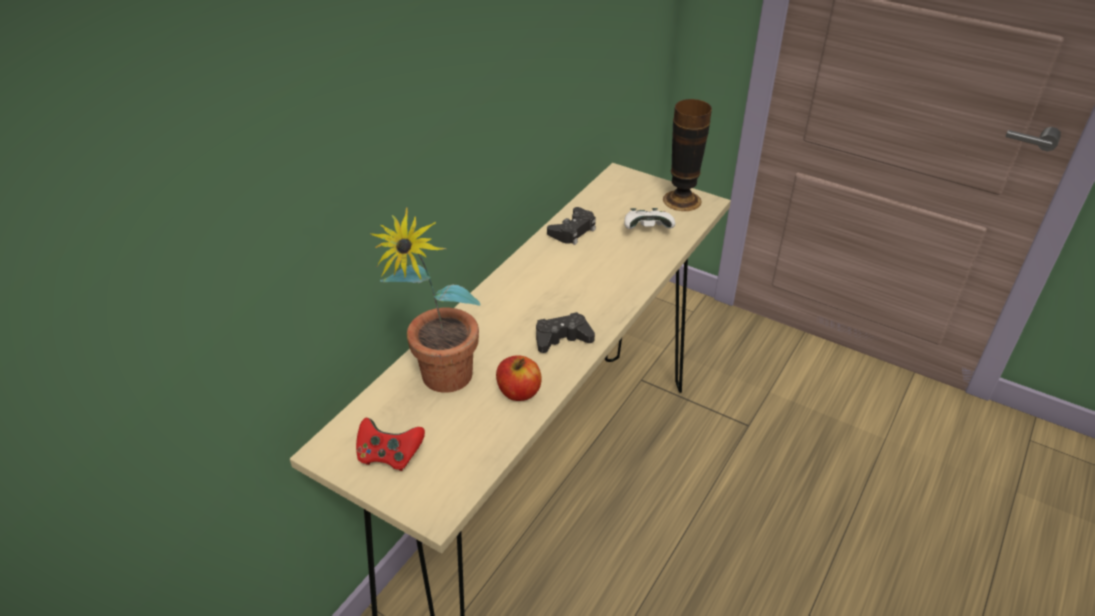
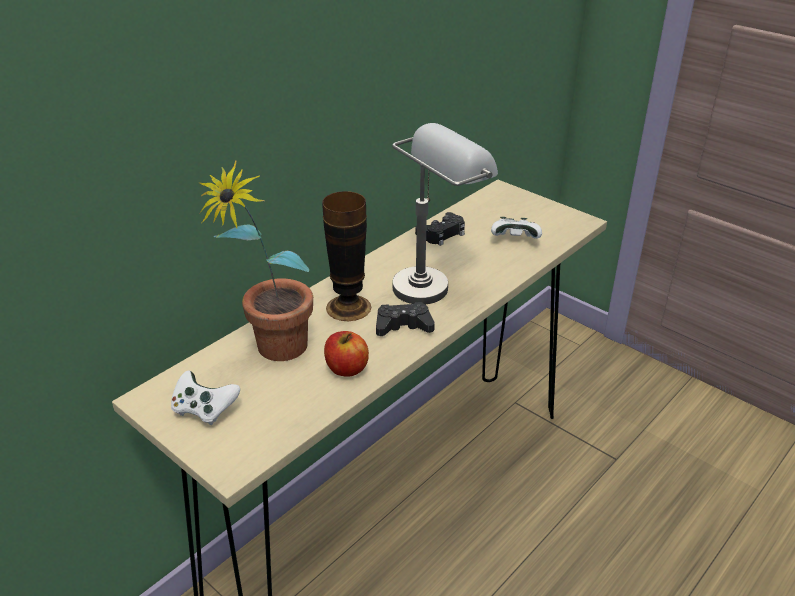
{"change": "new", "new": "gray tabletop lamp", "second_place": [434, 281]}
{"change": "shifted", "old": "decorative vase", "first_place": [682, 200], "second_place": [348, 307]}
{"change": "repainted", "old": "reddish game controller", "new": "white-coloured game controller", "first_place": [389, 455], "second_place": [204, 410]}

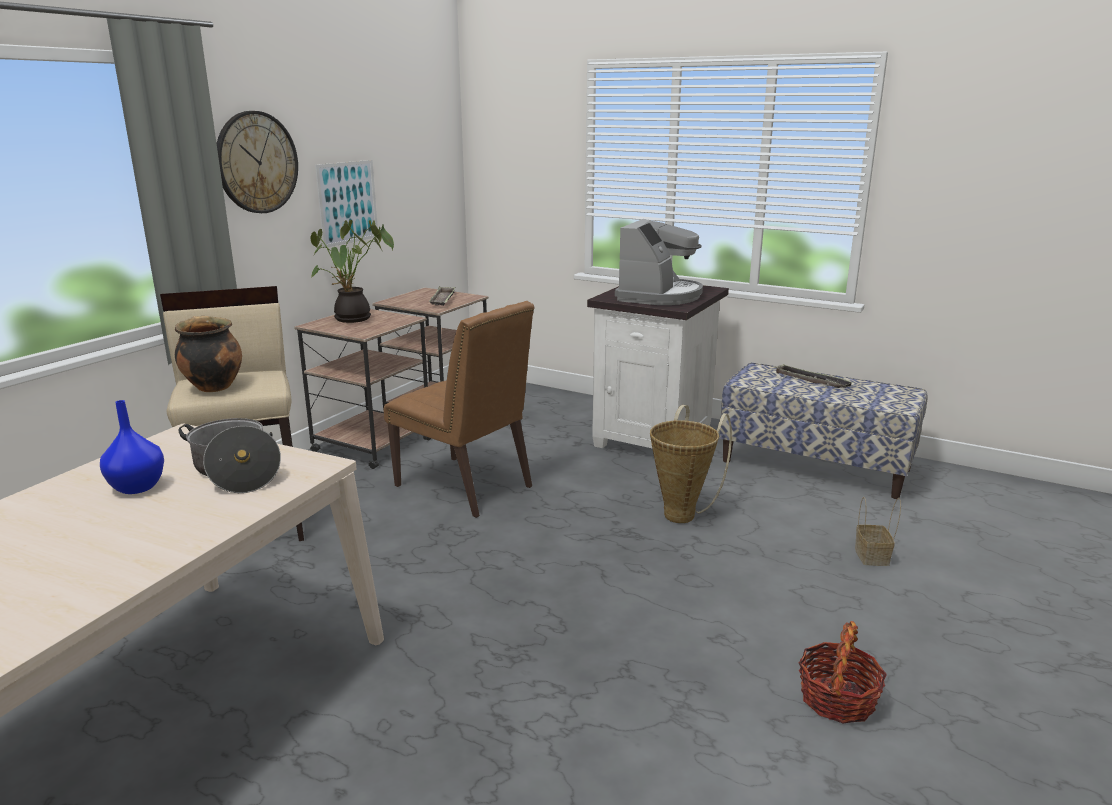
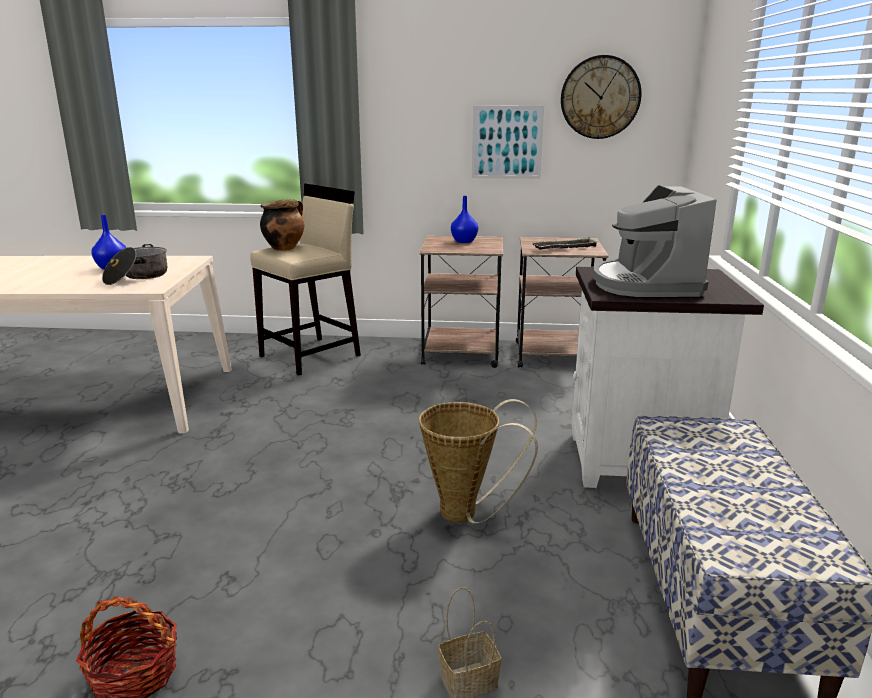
{"change": "gone", "old": "brownish upright chair", "first_place": [462, 486]}
{"change": "gone", "old": "serving tray", "first_place": [811, 381]}
{"change": "shifted", "old": "wall clock", "first_place": [256, 162], "second_place": [600, 97]}
{"change": "swapped", "old": "potted plant", "new": "bluish decorative vase", "first_place": [353, 319], "second_place": [464, 241]}
{"change": "rotated", "old": "coffee machine", "first_place": [659, 296], "second_place": [645, 284], "degrees": 90}

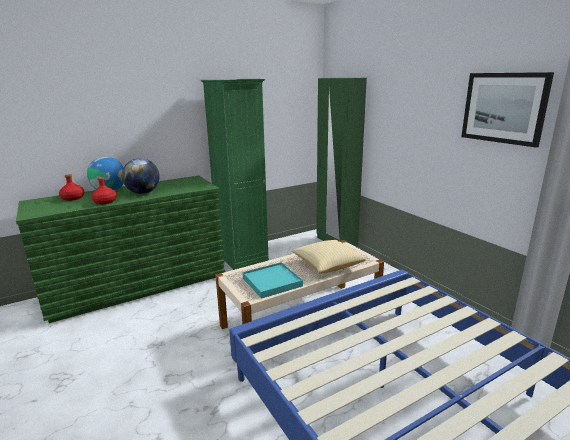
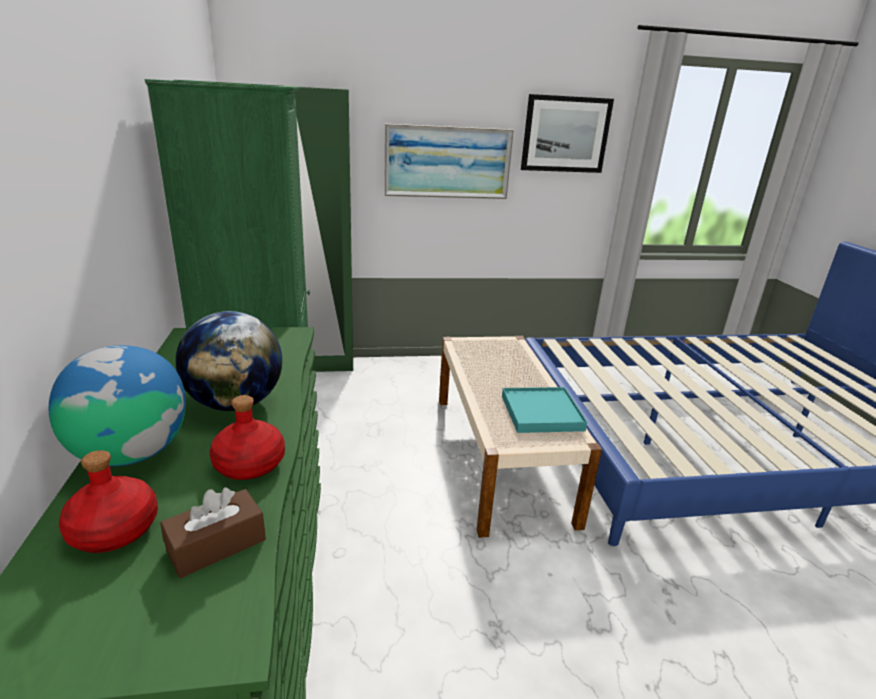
{"change": "gone", "old": "pillow", "first_place": [327, 265]}
{"change": "new", "new": "brownish tissue holder", "second_place": [216, 545]}
{"change": "new", "new": "picture", "second_place": [447, 162]}

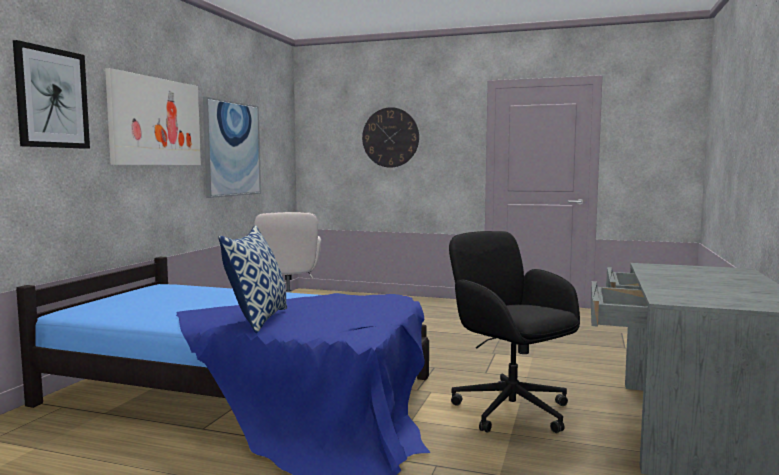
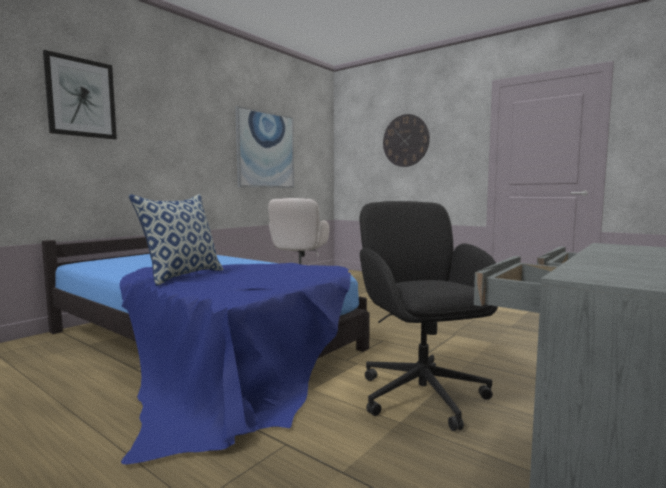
{"change": "gone", "old": "picture", "first_place": [155, 121]}

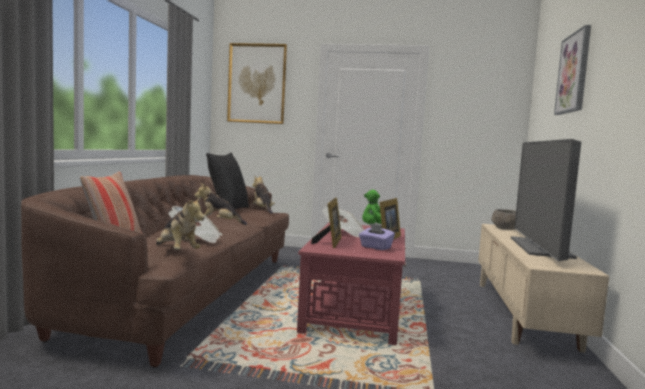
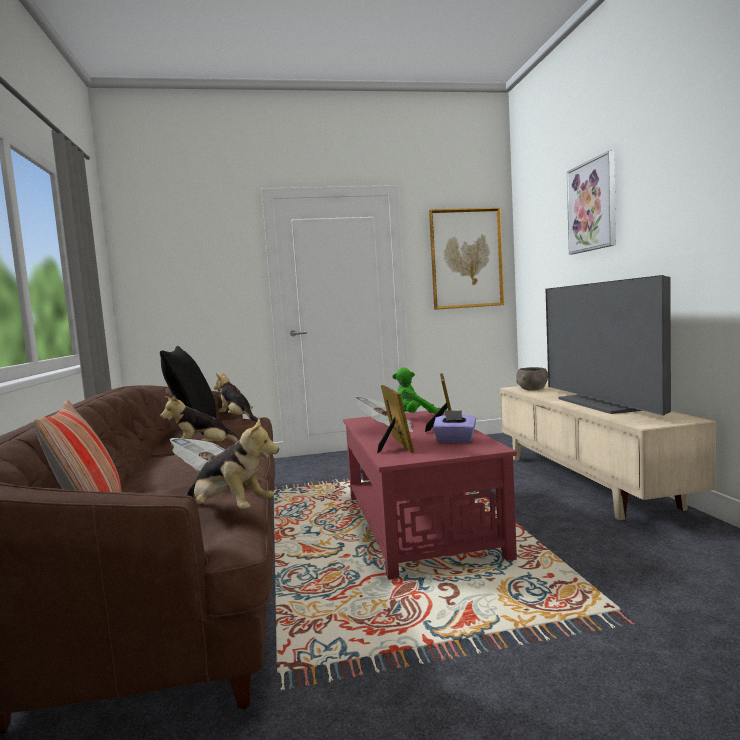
{"change": "shifted", "old": "picture", "first_place": [257, 83], "second_place": [466, 258]}

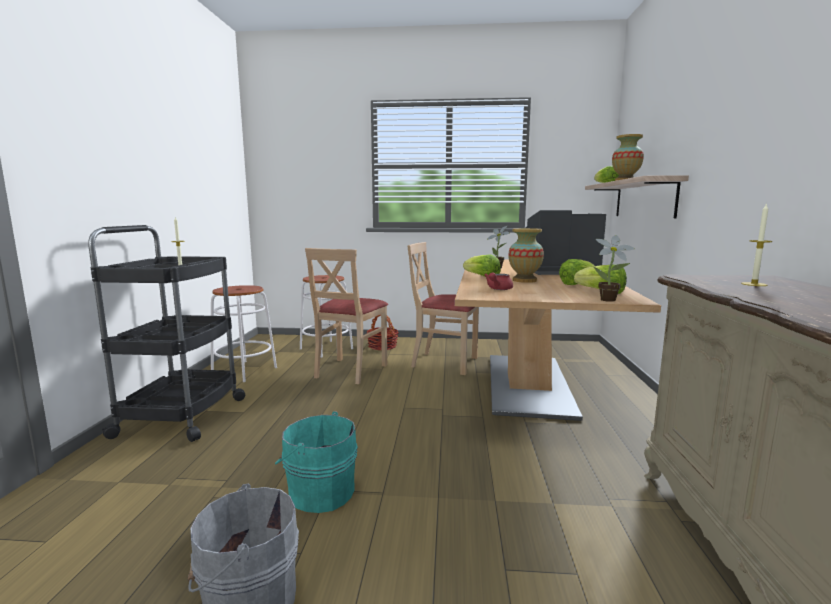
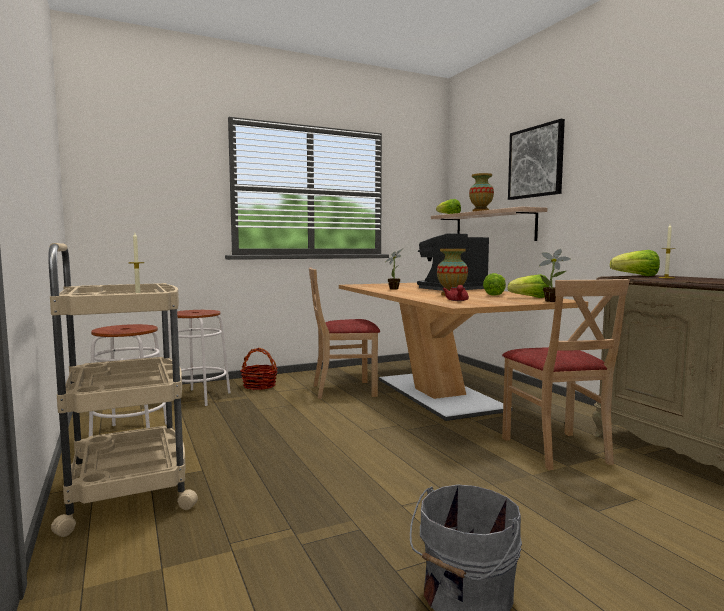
{"change": "gone", "old": "turquoise pail", "first_place": [319, 491]}
{"change": "new", "new": "picture", "second_place": [536, 162]}
{"change": "shifted", "old": "beige-coloured upright chair", "first_place": [350, 370], "second_place": [556, 450]}
{"change": "shifted", "old": "lettuce", "first_place": [482, 277], "second_place": [636, 276]}
{"change": "repainted", "old": "black trolley", "new": "beige-coloured trolley", "first_place": [182, 417], "second_place": [129, 492]}

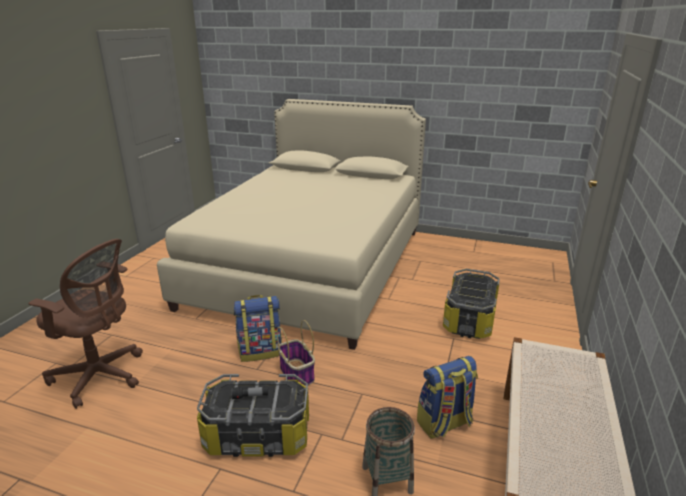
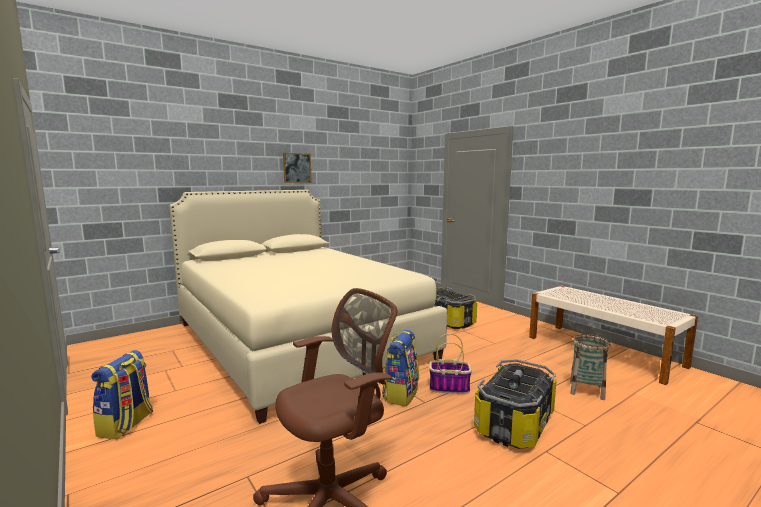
{"change": "new", "new": "picture", "second_place": [297, 168]}
{"change": "shifted", "old": "knapsack", "first_place": [444, 424], "second_place": [126, 425]}

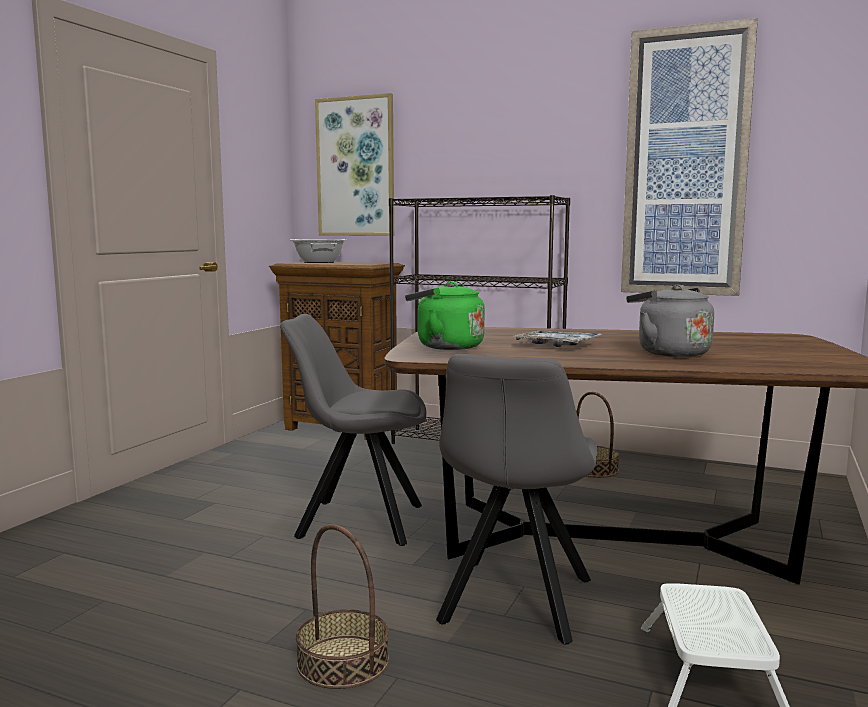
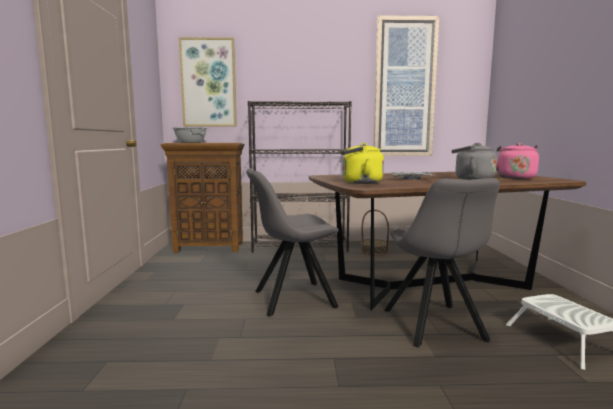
{"change": "gone", "old": "basket", "first_place": [342, 662]}
{"change": "new", "new": "pinkish tea kettle", "second_place": [515, 177]}
{"change": "repainted", "old": "greenish tea kettle", "new": "yellow tea kettle", "first_place": [445, 346], "second_place": [359, 182]}

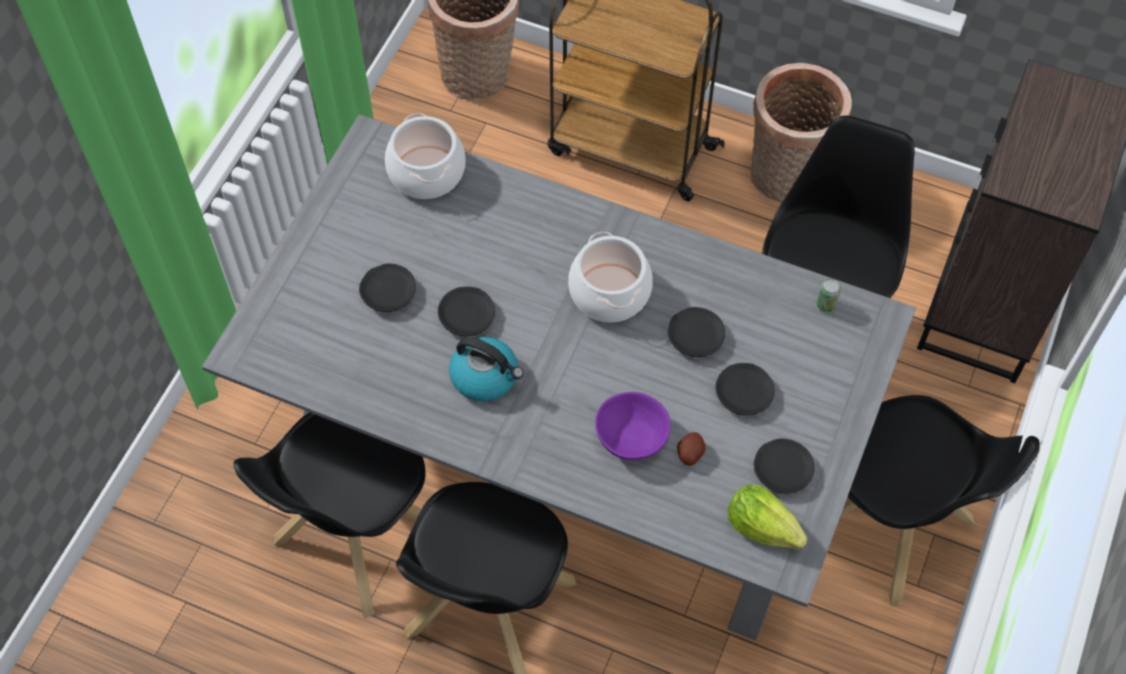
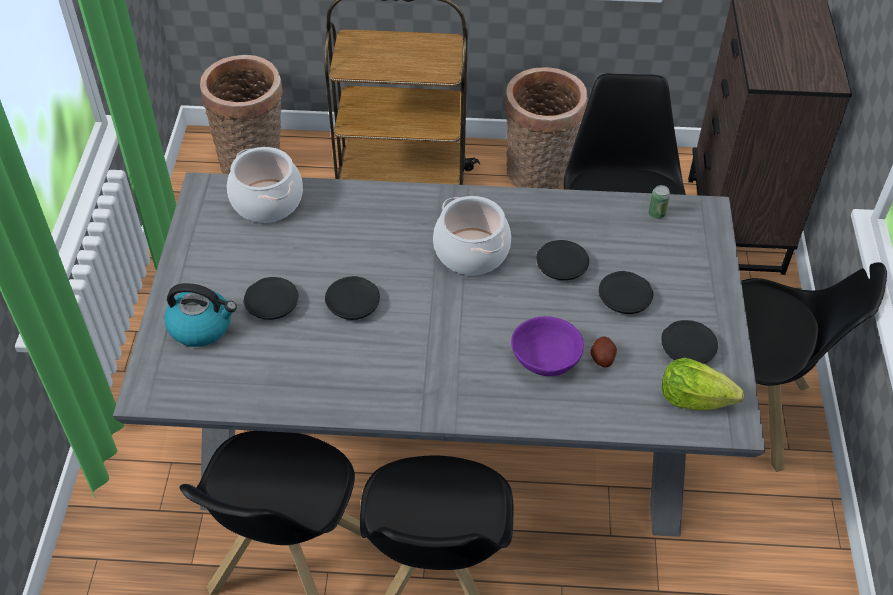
{"change": "shifted", "old": "tea kettle", "first_place": [486, 377], "second_place": [202, 326]}

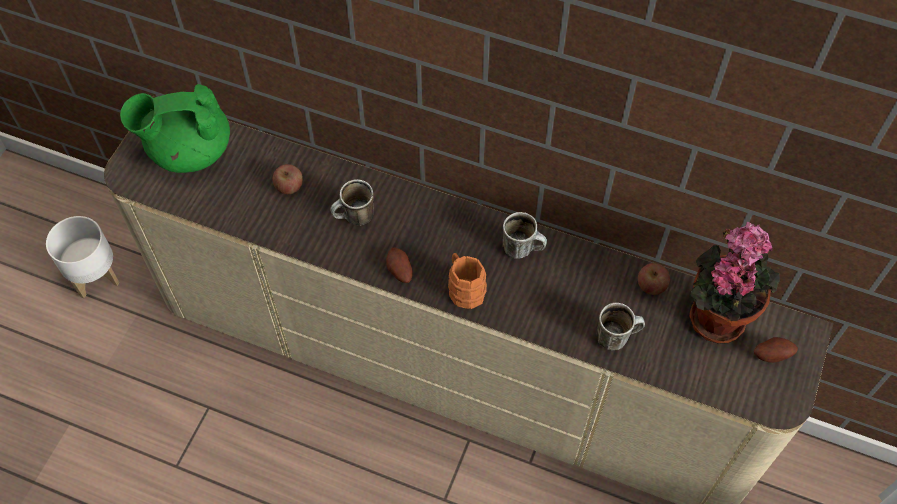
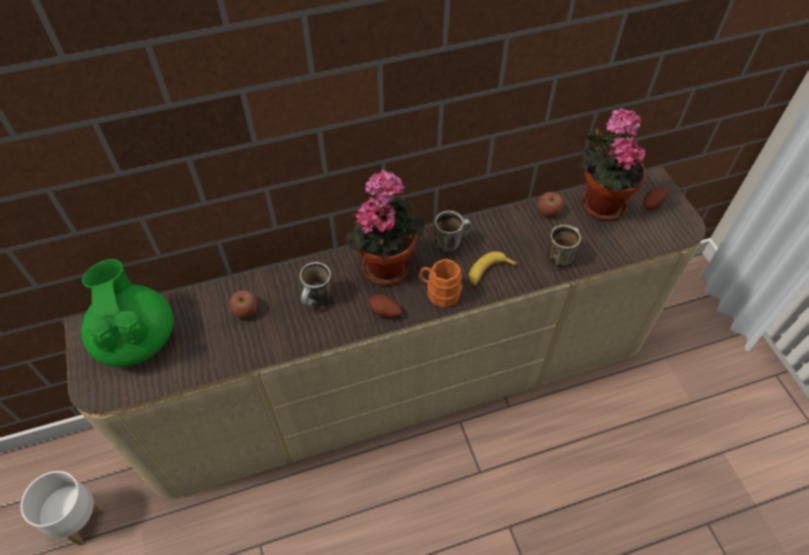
{"change": "new", "new": "potted plant", "second_place": [385, 264]}
{"change": "new", "new": "banana fruit", "second_place": [488, 273]}
{"change": "rotated", "old": "greenish pot for tea", "first_place": [189, 150], "second_place": [136, 338], "degrees": 120}

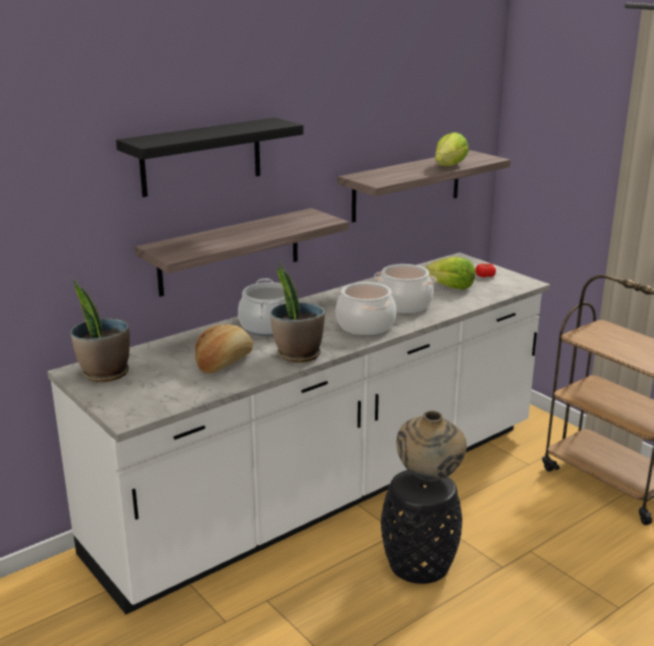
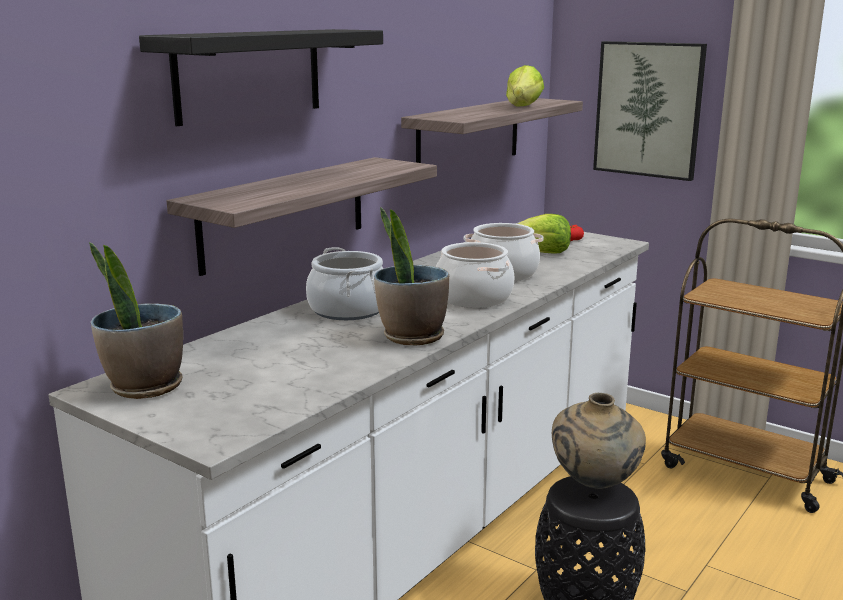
{"change": "gone", "old": "baked bread", "first_place": [224, 362]}
{"change": "new", "new": "picture", "second_place": [648, 109]}

